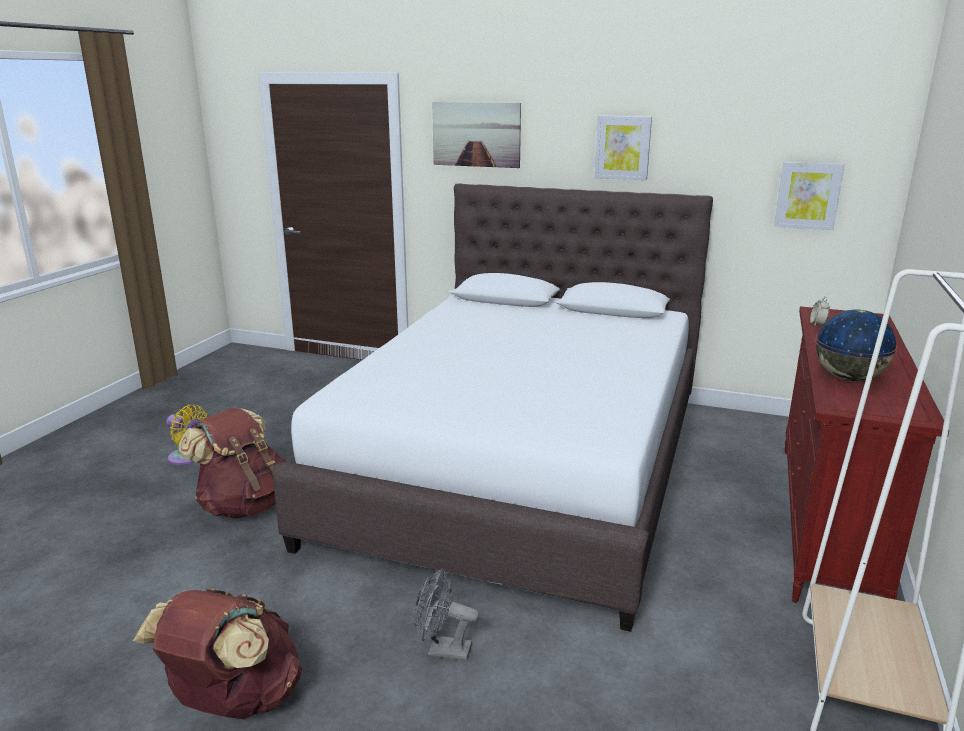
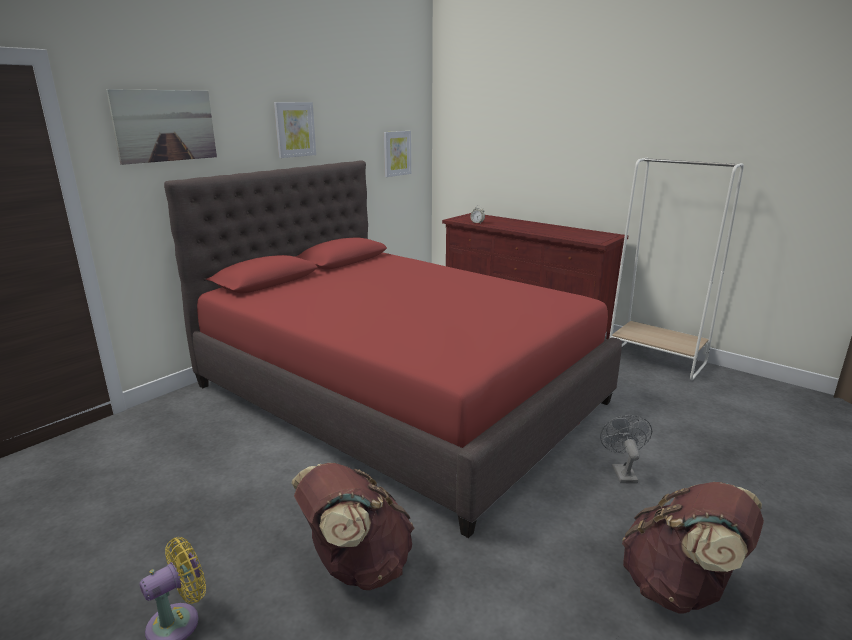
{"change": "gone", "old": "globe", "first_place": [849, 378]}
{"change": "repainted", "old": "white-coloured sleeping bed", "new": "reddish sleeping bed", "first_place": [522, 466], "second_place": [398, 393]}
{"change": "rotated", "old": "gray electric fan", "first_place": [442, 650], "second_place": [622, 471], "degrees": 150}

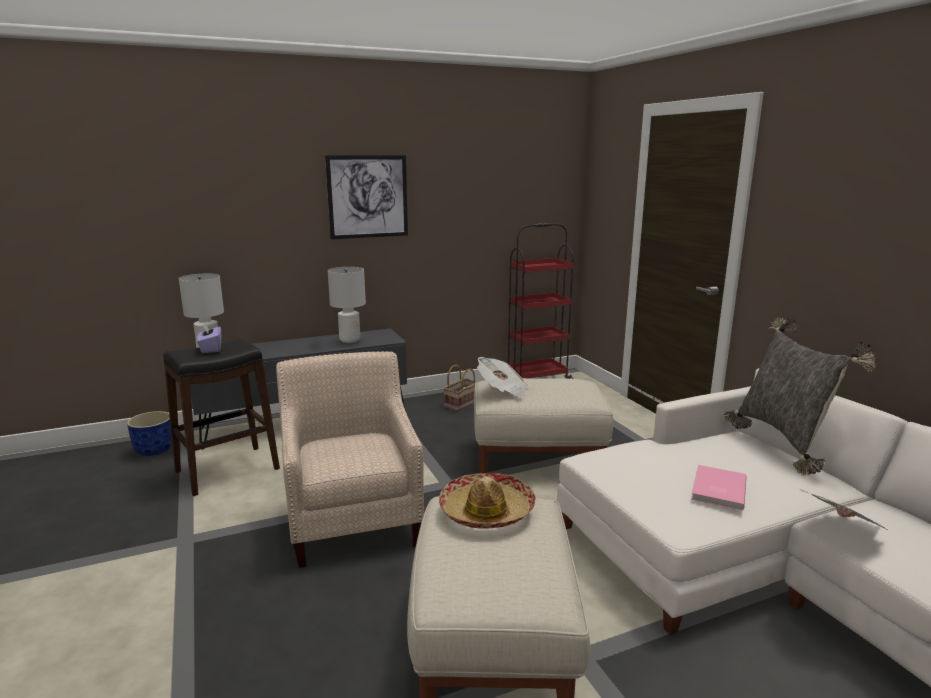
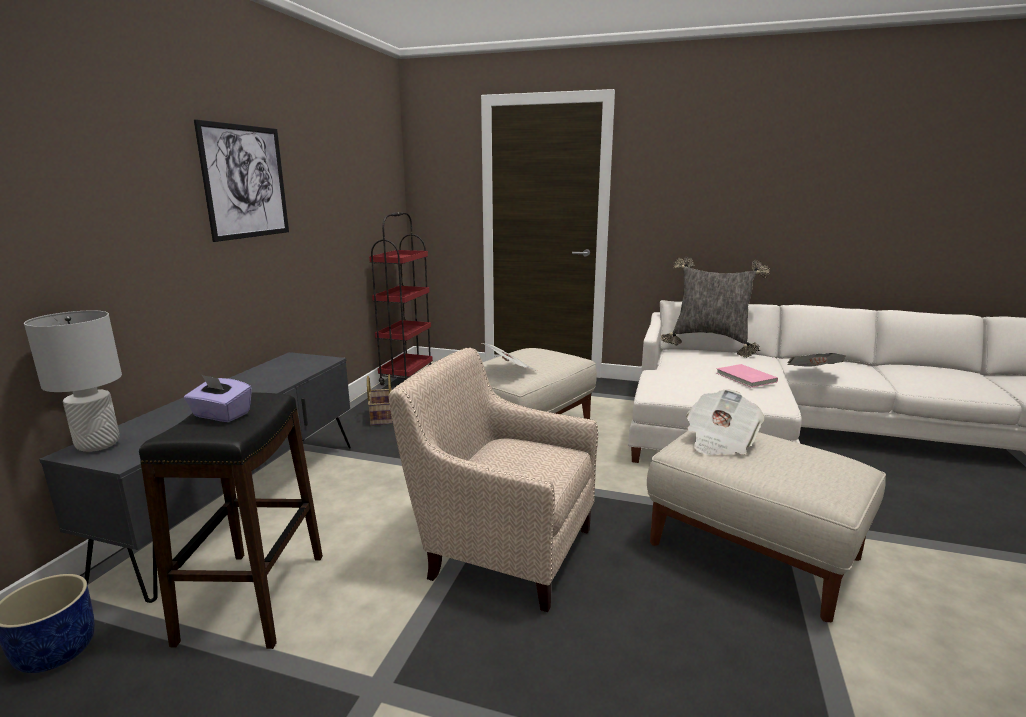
{"change": "gone", "old": "gray tabletop lamp", "first_place": [350, 341]}
{"change": "swapped", "old": "clothing hat", "new": "newspaper", "first_place": [486, 511], "second_place": [719, 441]}

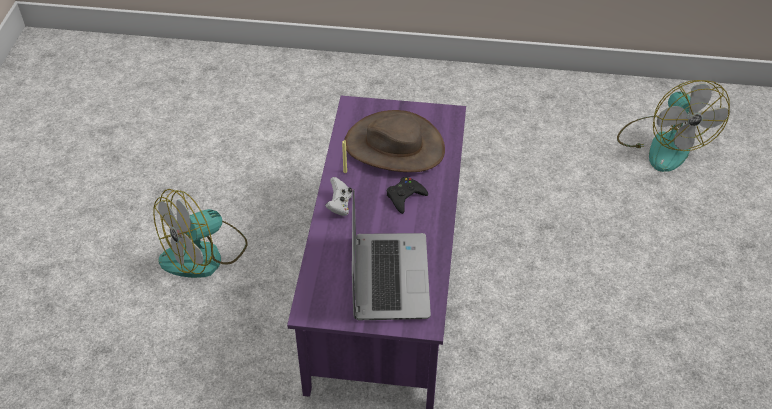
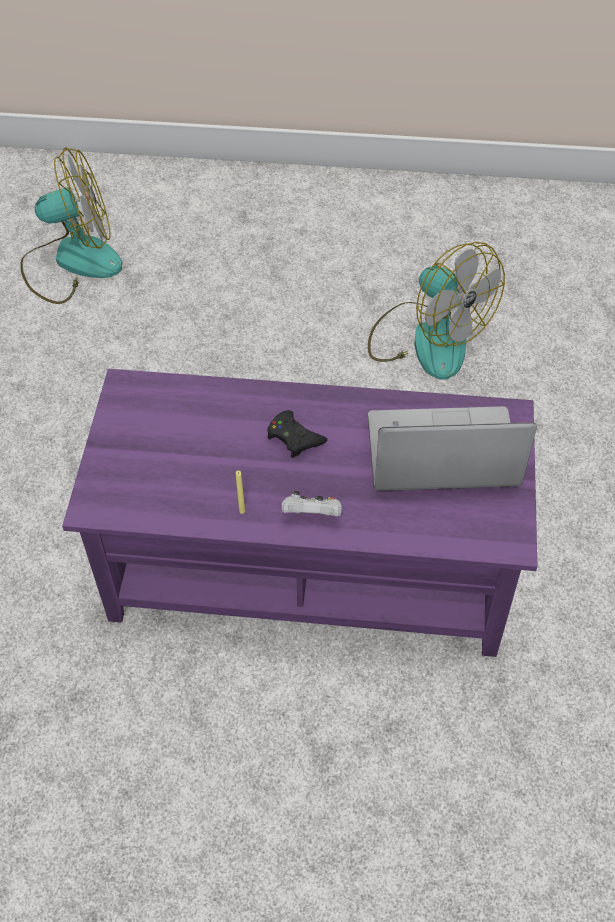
{"change": "gone", "old": "brownish clothing hat", "first_place": [394, 146]}
{"change": "shifted", "old": "electric fan", "first_place": [204, 254], "second_place": [427, 339]}

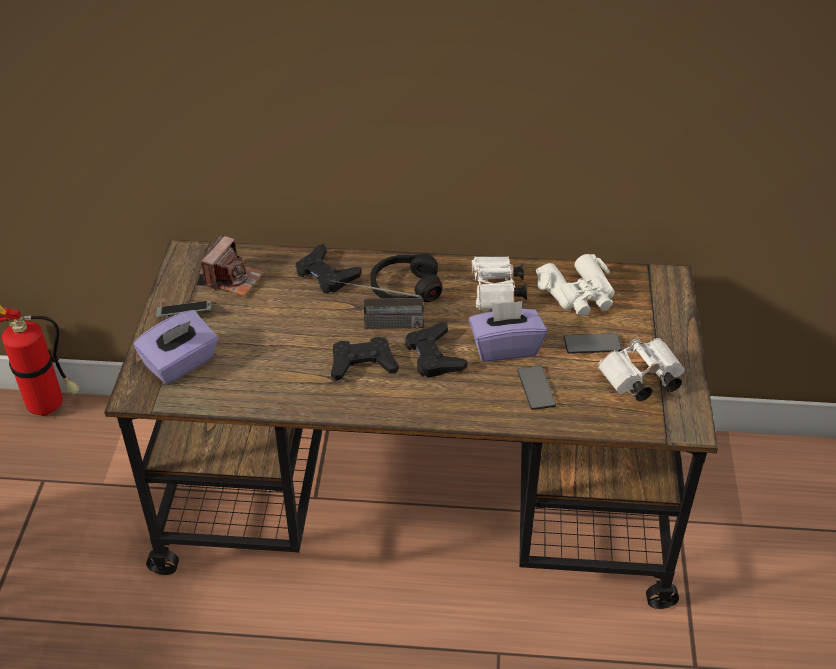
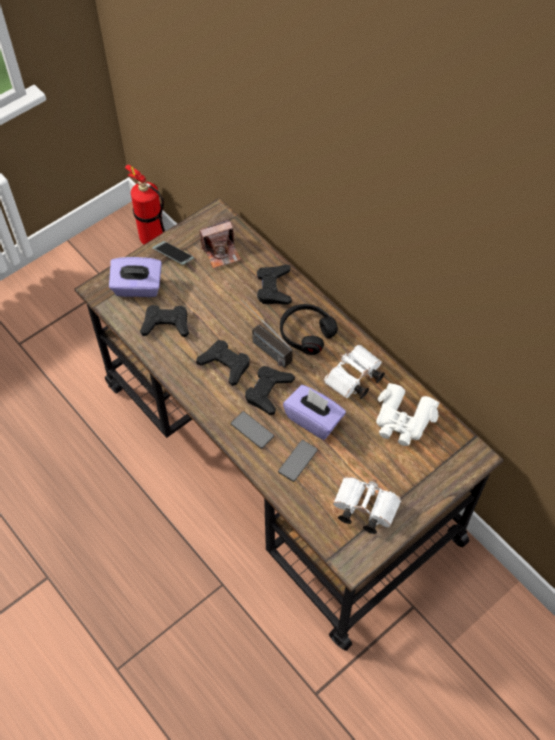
{"change": "new", "new": "black game controller", "second_place": [166, 324]}
{"change": "shifted", "old": "phone", "first_place": [592, 344], "second_place": [252, 430]}

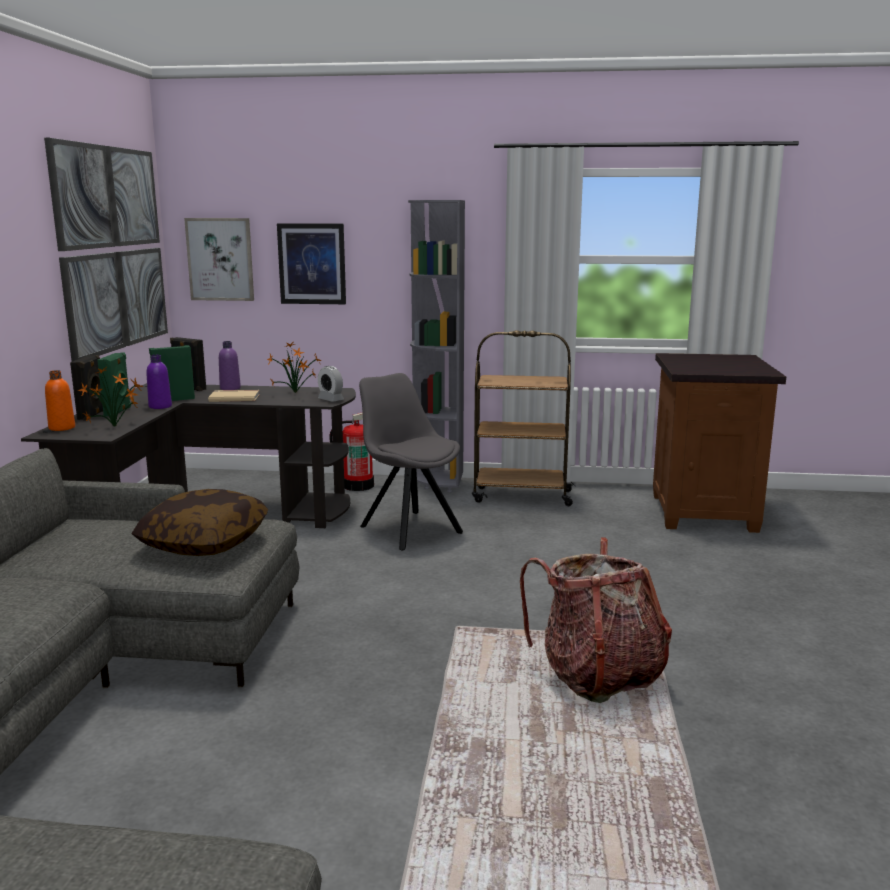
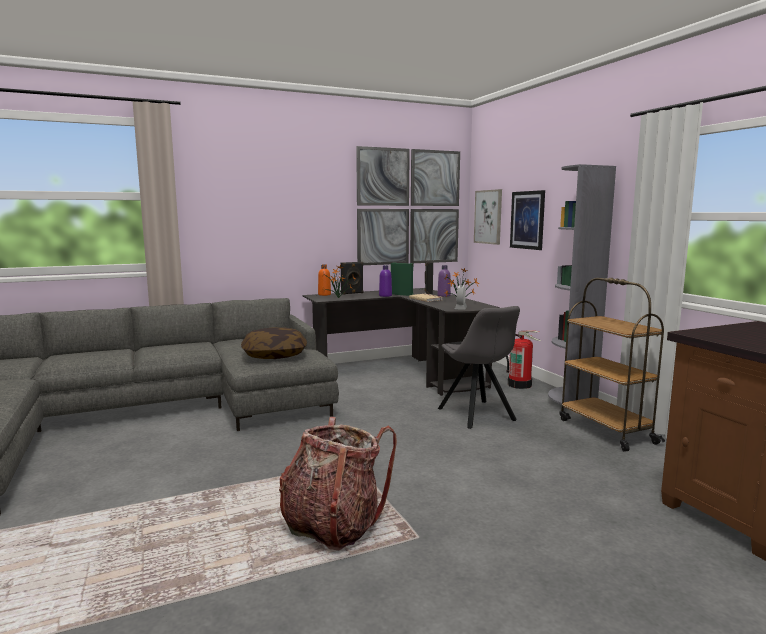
{"change": "gone", "old": "greenish audio speaker", "first_place": [118, 412]}
{"change": "rotated", "old": "gray upright chair", "first_place": [409, 529], "second_place": [477, 414], "degrees": 135}

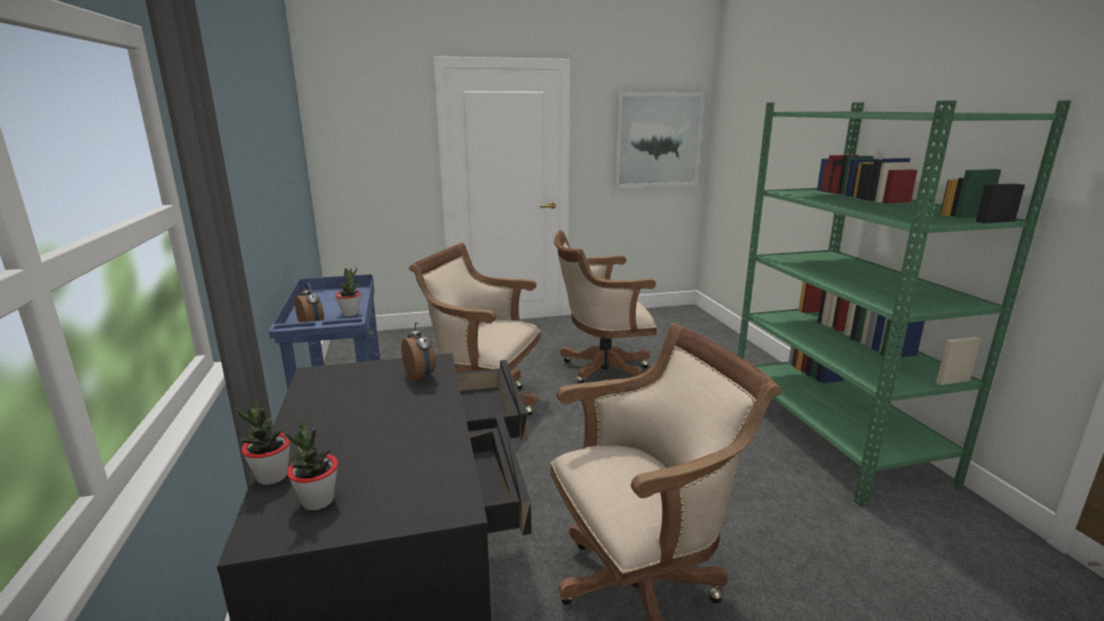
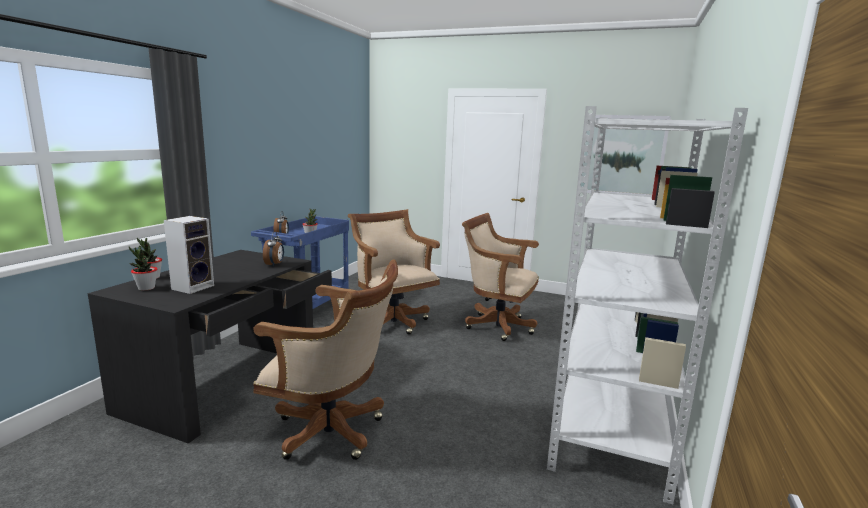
{"change": "new", "new": "audio speaker", "second_place": [193, 287]}
{"change": "repainted", "old": "greenish bookcase", "new": "white-coloured bookcase", "first_place": [832, 436], "second_place": [610, 423]}

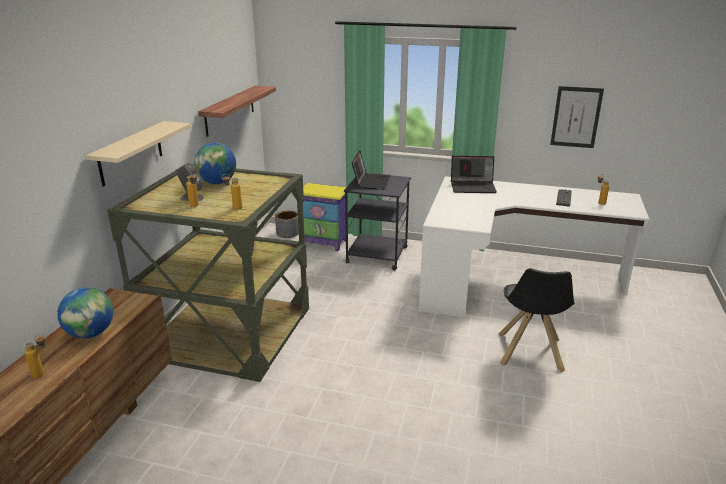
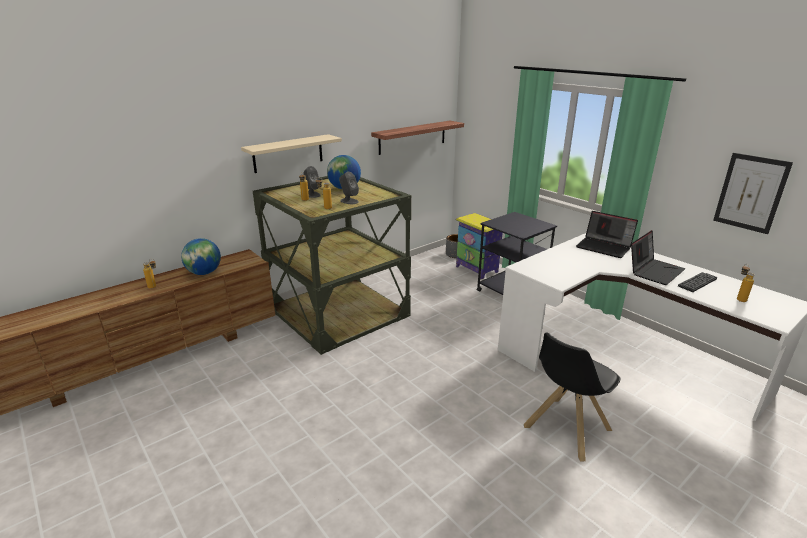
{"change": "new", "new": "gray audio speaker", "second_place": [349, 201]}
{"change": "shifted", "old": "laptop", "first_place": [371, 181], "second_place": [654, 271]}

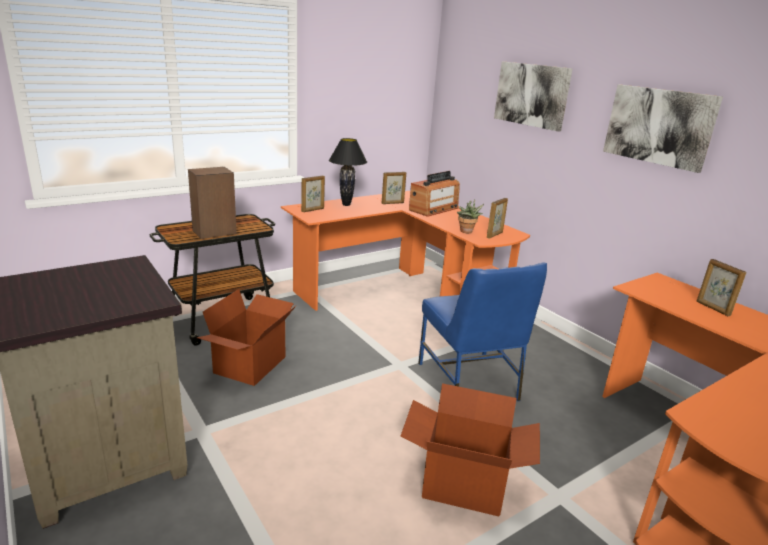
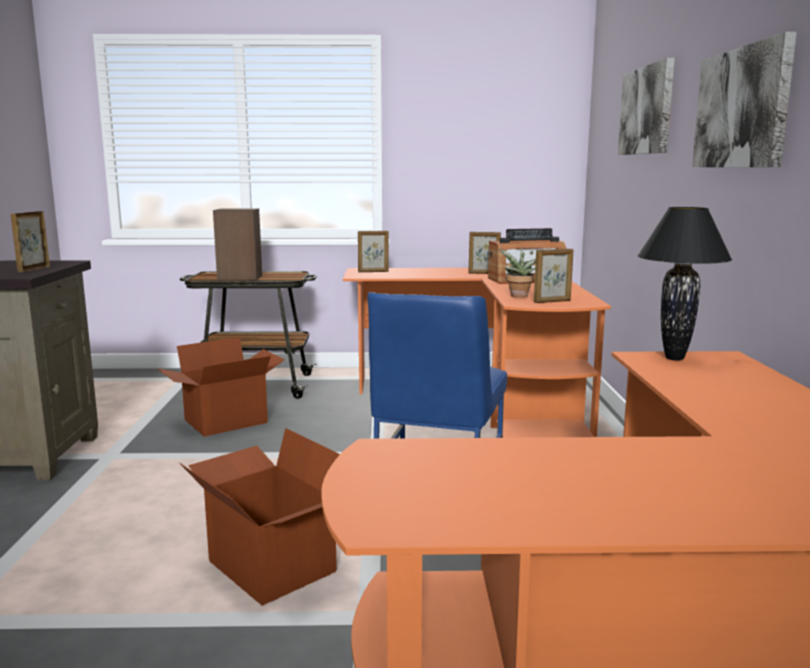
{"change": "shifted", "old": "black tabletop lamp", "first_place": [346, 205], "second_place": [675, 358]}
{"change": "shifted", "old": "photo frame", "first_place": [712, 308], "second_place": [33, 269]}

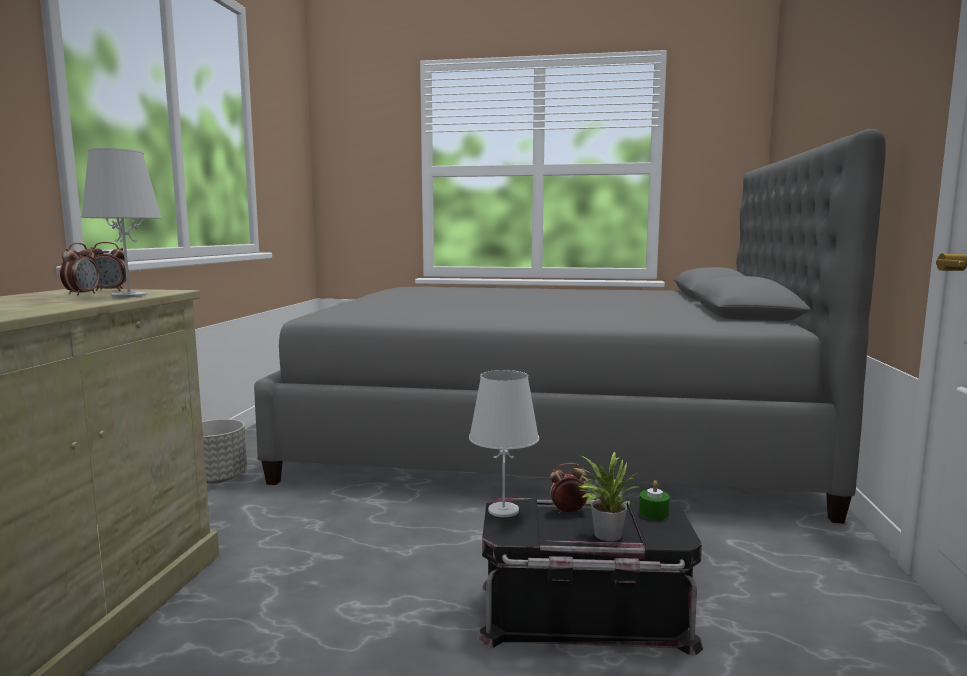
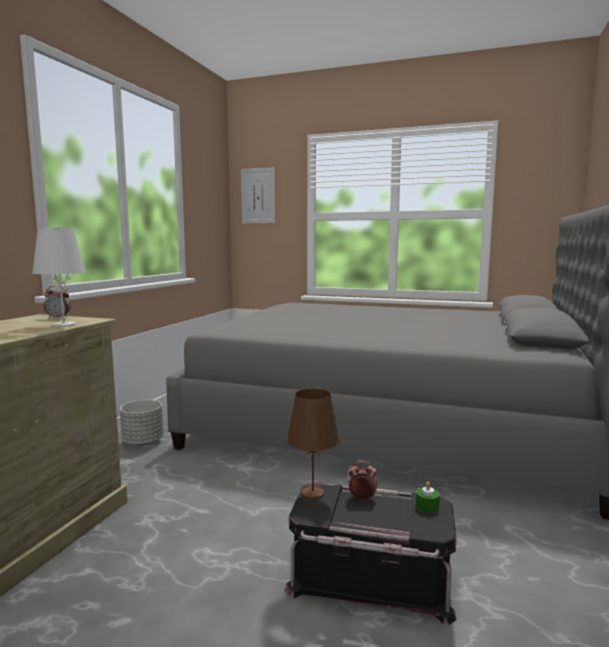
{"change": "gone", "old": "table clock", "first_place": [82, 294]}
{"change": "gone", "old": "potted plant", "first_place": [604, 534]}
{"change": "new", "new": "picture", "second_place": [258, 196]}
{"change": "repainted", "old": "white-coloured tabletop lamp", "new": "brownish tabletop lamp", "first_place": [503, 510], "second_place": [312, 493]}

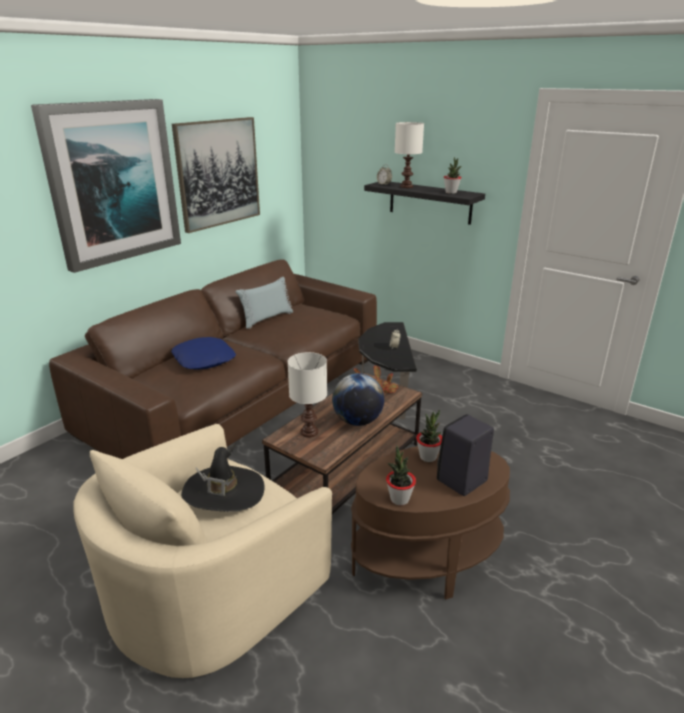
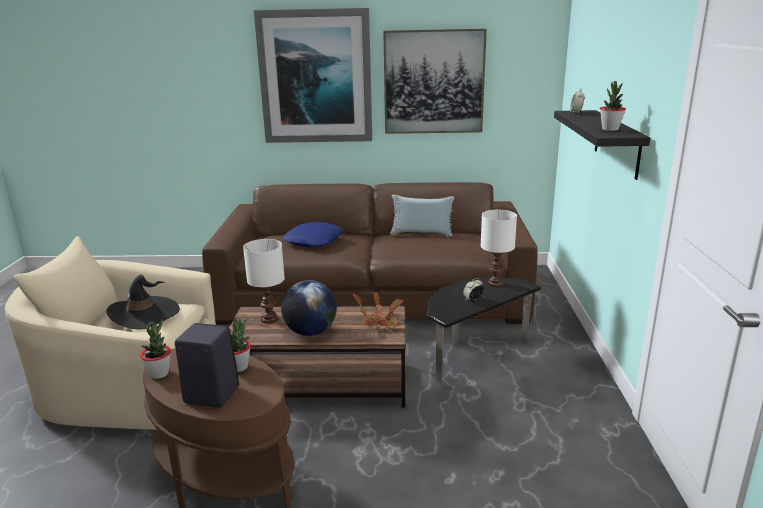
{"change": "shifted", "old": "white-coloured tabletop lamp", "first_place": [406, 187], "second_place": [494, 283]}

